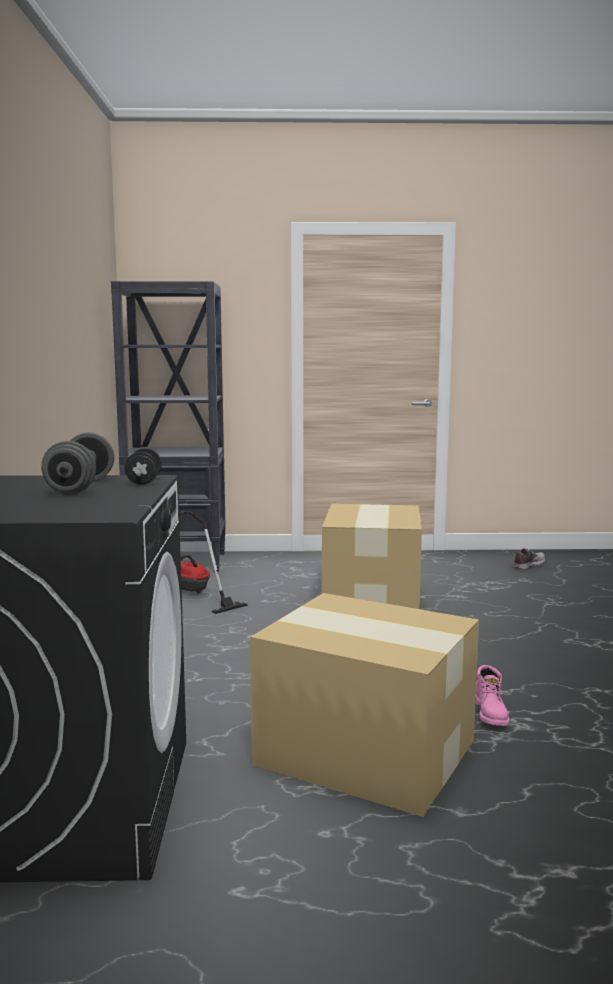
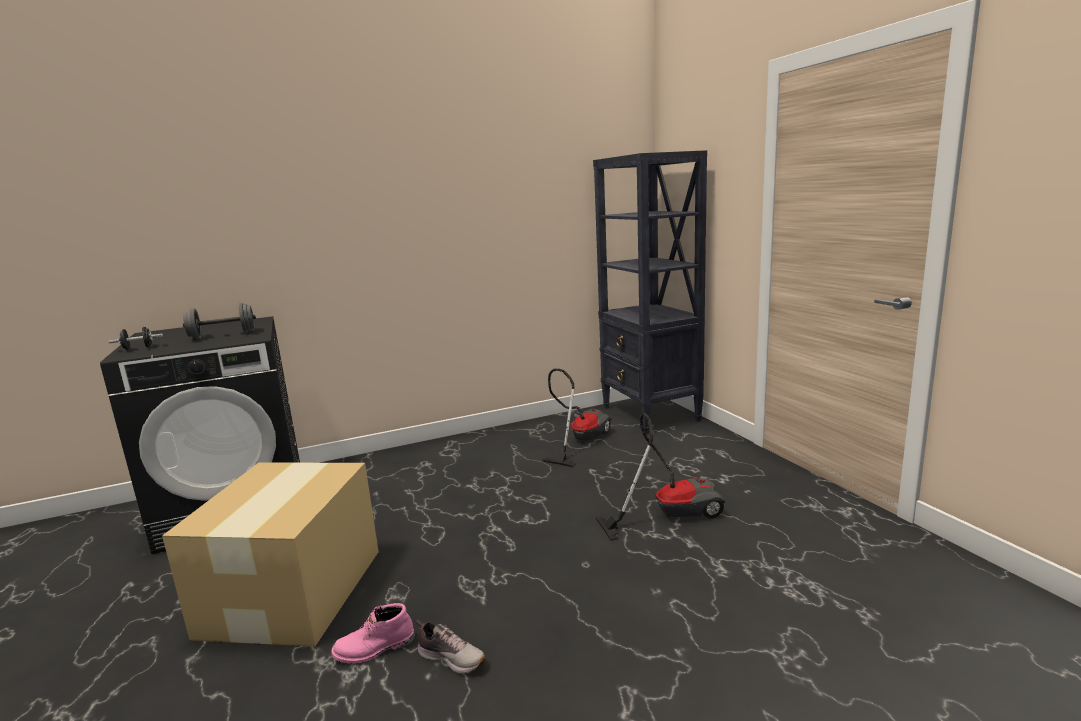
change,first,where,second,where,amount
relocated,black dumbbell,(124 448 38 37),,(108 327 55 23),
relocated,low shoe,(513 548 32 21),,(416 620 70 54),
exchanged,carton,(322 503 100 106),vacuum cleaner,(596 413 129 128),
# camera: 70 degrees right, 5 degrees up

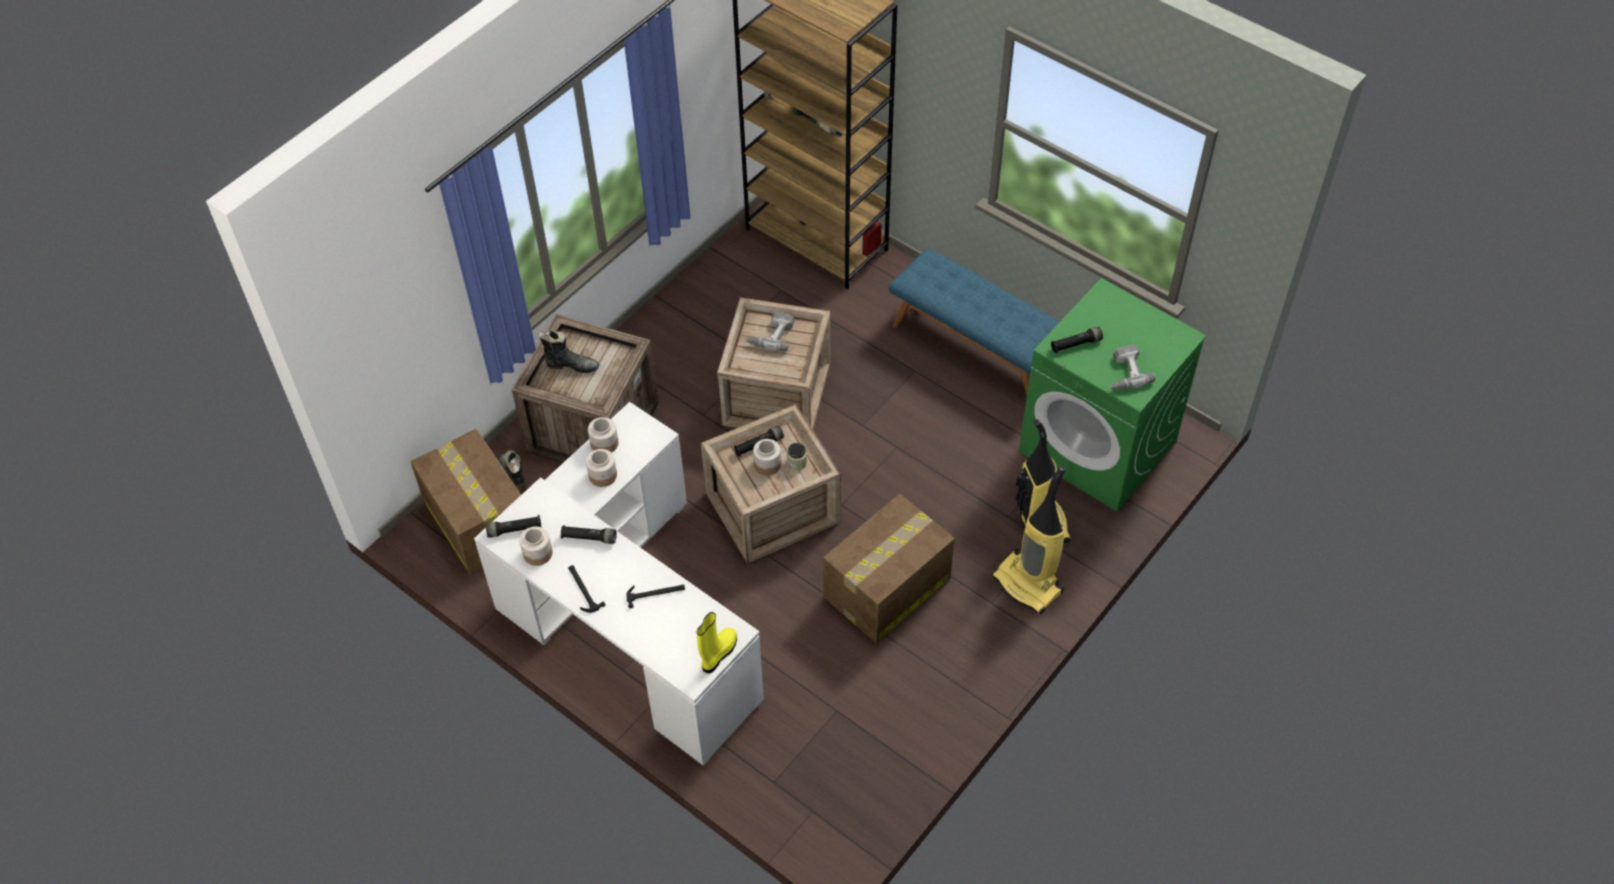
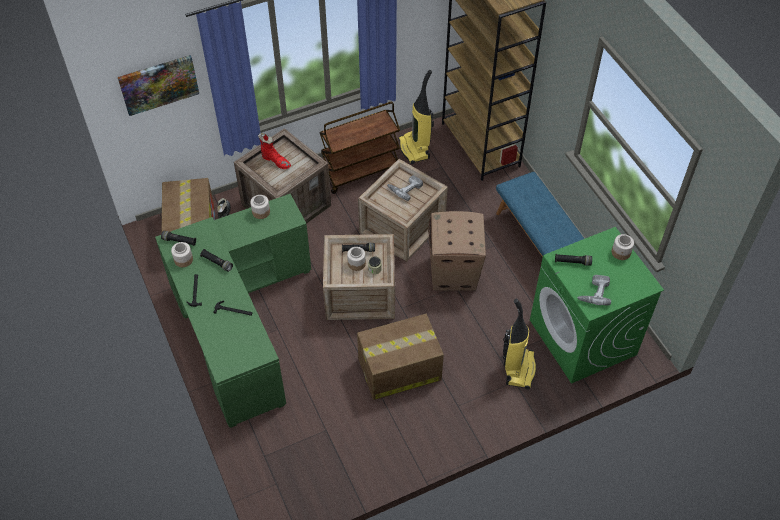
change,first,where,second,where,amount
missing,yellowish tall boot,(697 612 40 62),,,
appeared,,,wall art,(118 55 81 61),
appeared,,,brown-coloured wheeled cart,(319 102 81 92),
appeared,,,carton,(428 211 58 79),
relocated,preserve jar,(586 449 31 38),,(612 234 22 26),
relocated,vacuum cleaner,(992 466 73 148),,(399 70 35 94),
colour,white desk table,(474 402 290 364),green-coloured desk table,(155 194 156 234),
colour,black tall boot,(538 330 61 43),red-coloured tall boot,(258 133 33 36),
# camera: 25 degrees right, 0 degrees up

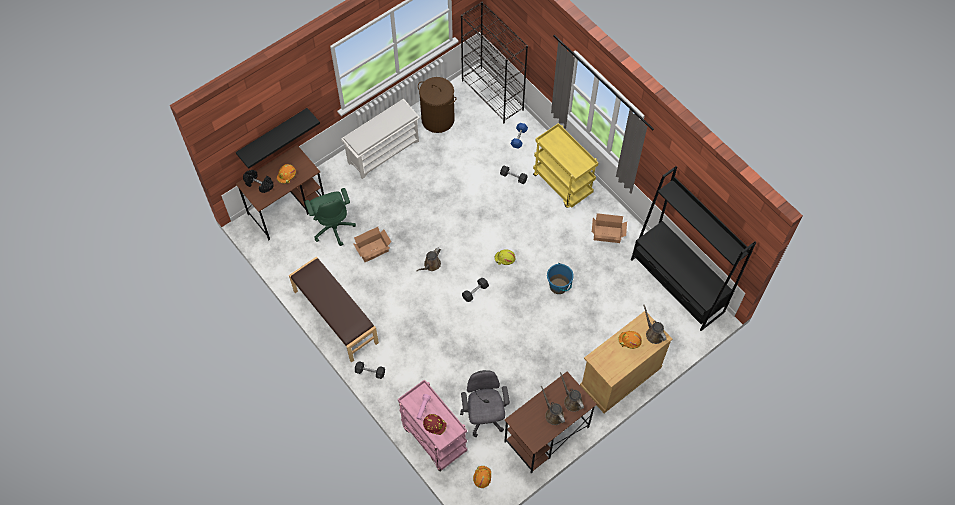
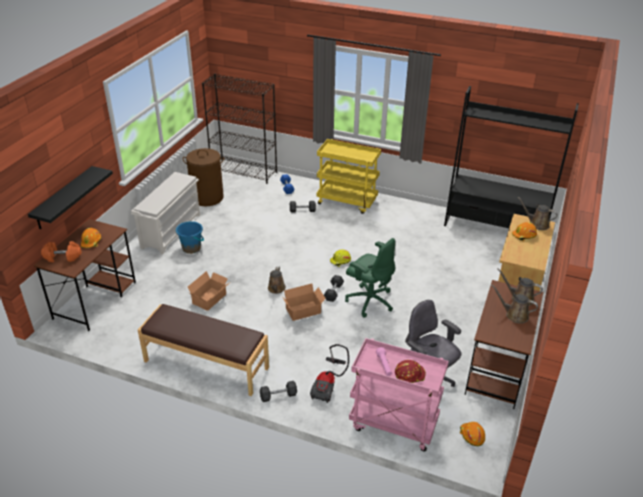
change,first,where,second,where,amount
appeared,,,vacuum cleaner,(310 344 39 59),
relocated,green-coloured computer chair,(305 188 51 58),,(345 238 50 80),
relocated,bluish bucket,(547 263 27 31),,(176 221 28 33),
relocated,carton,(592 213 35 30),,(282 283 44 38),
colour,black dumbbell,(243 170 30 23),orange-coloured dumbbell,(41 241 40 21),
# camera: 30 degrees left, 25 degrees down

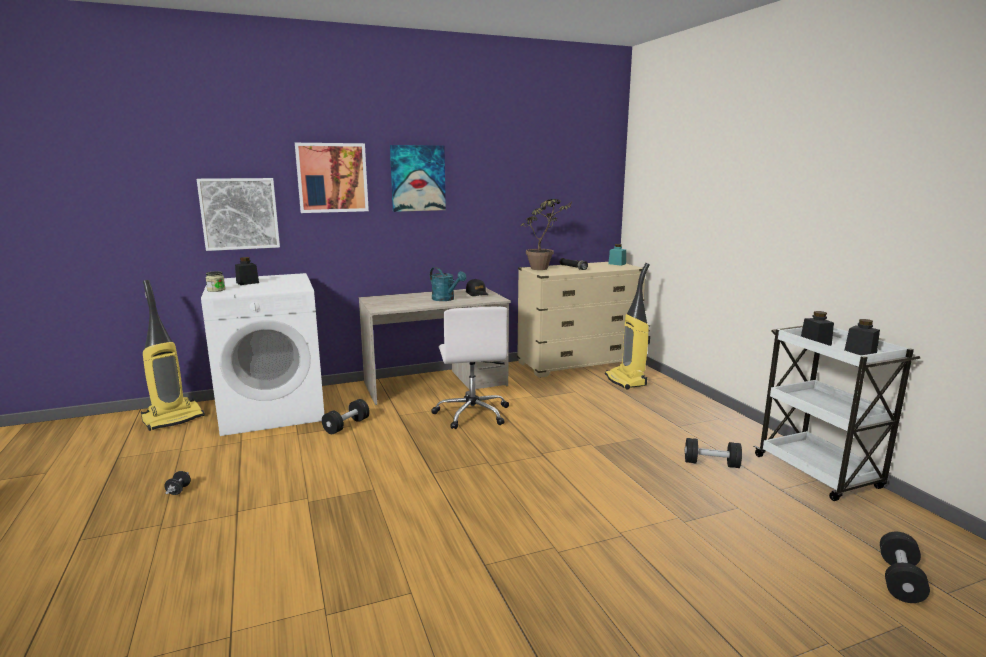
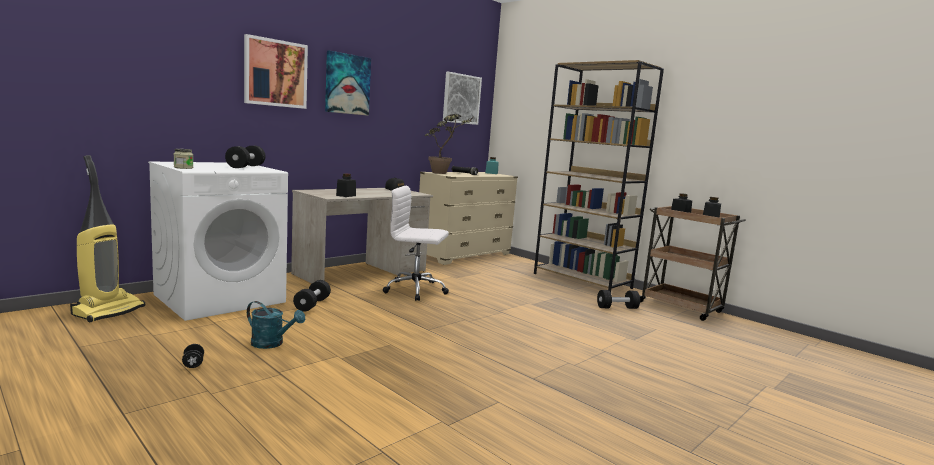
change,first,where,second,where,amount
missing,vacuum cleaner,(605 263 45 127),,,
appeared,,,brown-coloured bookcase,(534 60 130 232),
relocated,wall art,(197 178 83 73),,(443 72 39 53),
relocated,black preserve jar,(235 257 24 28),,(336 174 20 23),
relocated,turquoise sprinkling can,(430 267 36 34),,(247 301 58 48),
relocated,black dumbbell,(880 532 50 71),,(225 146 41 22),
colour,white wheeled cart,(753 326 167 175),brown-coloured wheeled cart,(640 206 106 115),
spun,white computer chair,(431 306 78 123),,(383 186 66 115),135 degrees clockwise
# camera: 25 degrees left, 5 degrees down

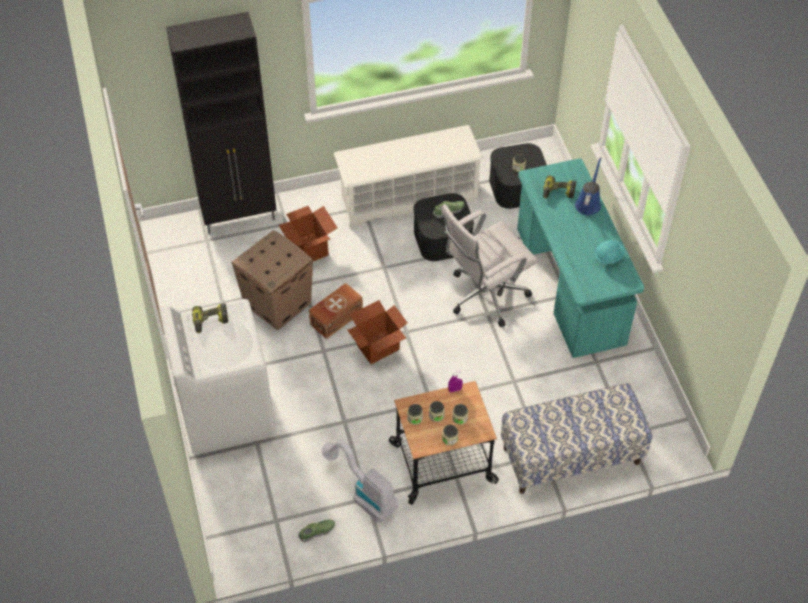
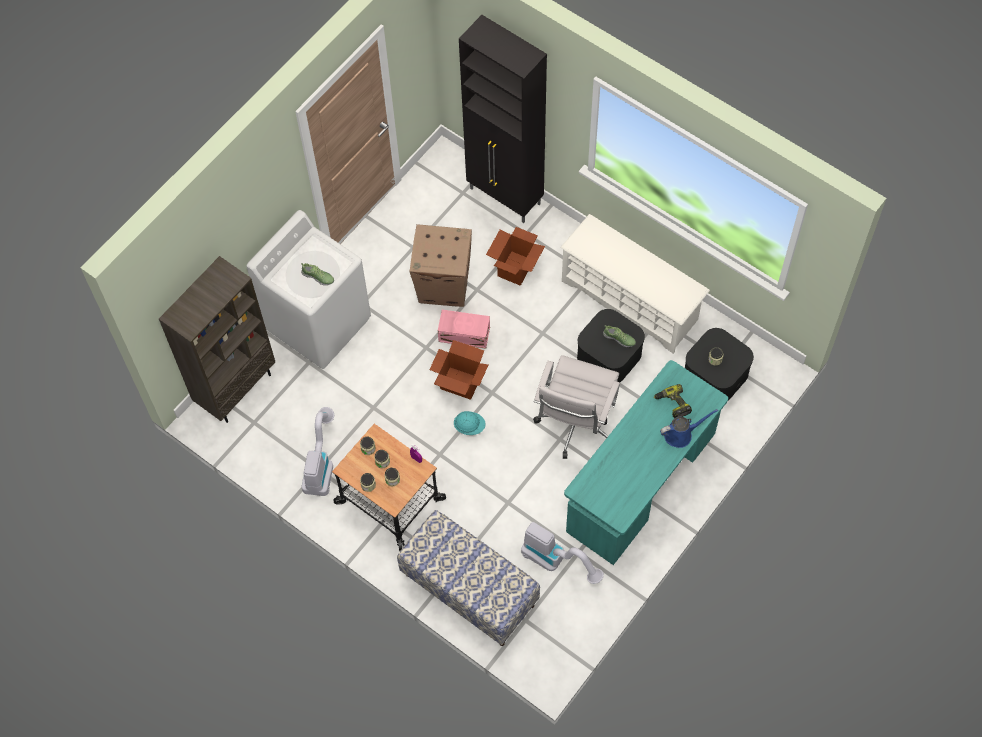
change,first,where,second,where,amount
missing,electric drill,(192 303 36 30),,,
appeared,,,brown-coloured bookcase,(159 256 116 167),
appeared,,,vacuum cleaner,(521 522 83 62),
relocated,low shoe,(298 520 37 22),,(301 263 33 22),
relocated,turquoise hard hat,(595 240 30 24),,(454 411 32 24),
colour,brown-coloured storage box,(309 283 54 56),pink-coloured storage box,(438 310 52 39),
spun,white computer chair,(441 204 97 123),,(533 355 87 104),90 degrees counterclockwise
# camera: 55 degrees right, 10 degrees up

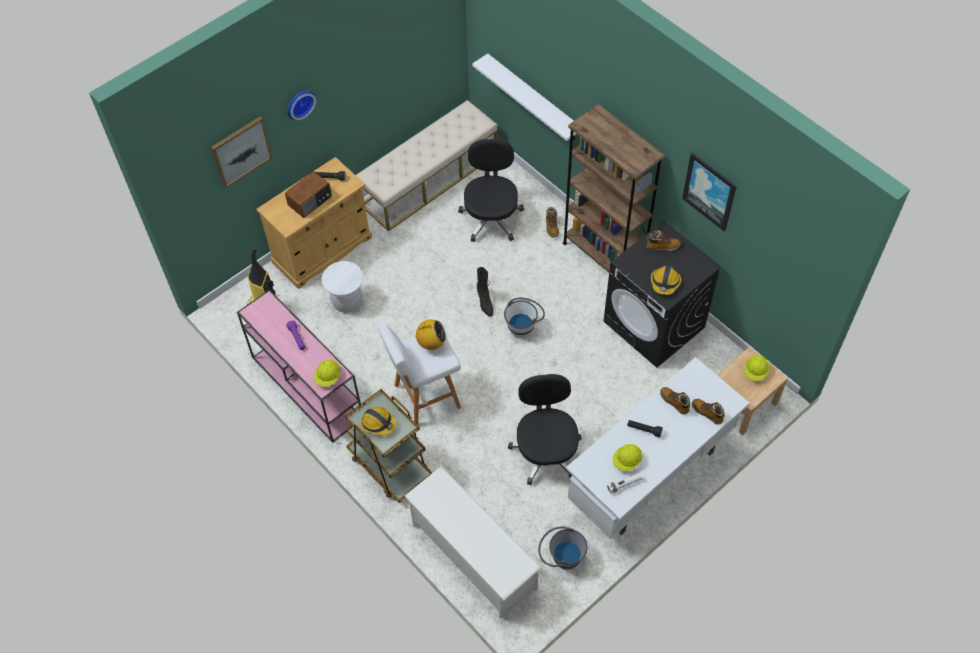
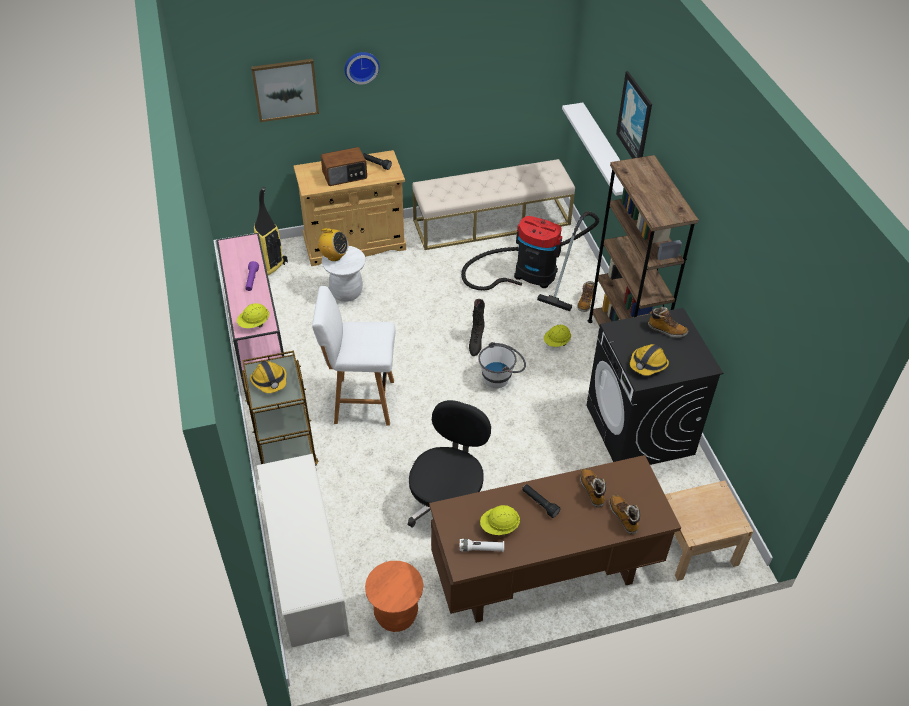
change,first,where,second,where,amount
relocated,radio receiver,(416 320 30 30),,(314 228 35 33),
relocated,wall art,(682 153 55 79),,(616 71 36 88),
relocated,yellowish hard hat,(744 355 25 26),,(544 325 27 22),
exchanged,black computer chair,(458 139 66 103),vacuum cleaner,(461 211 138 100),
exchanged,gray bucket,(538 526 50 44),orange-coloured stool seat,(365 561 58 71),
colour,white desk table,(566 357 183 182),brown-coloured desk table,(429 455 252 168),
# camera: 25 degrees right, 10 degrees down

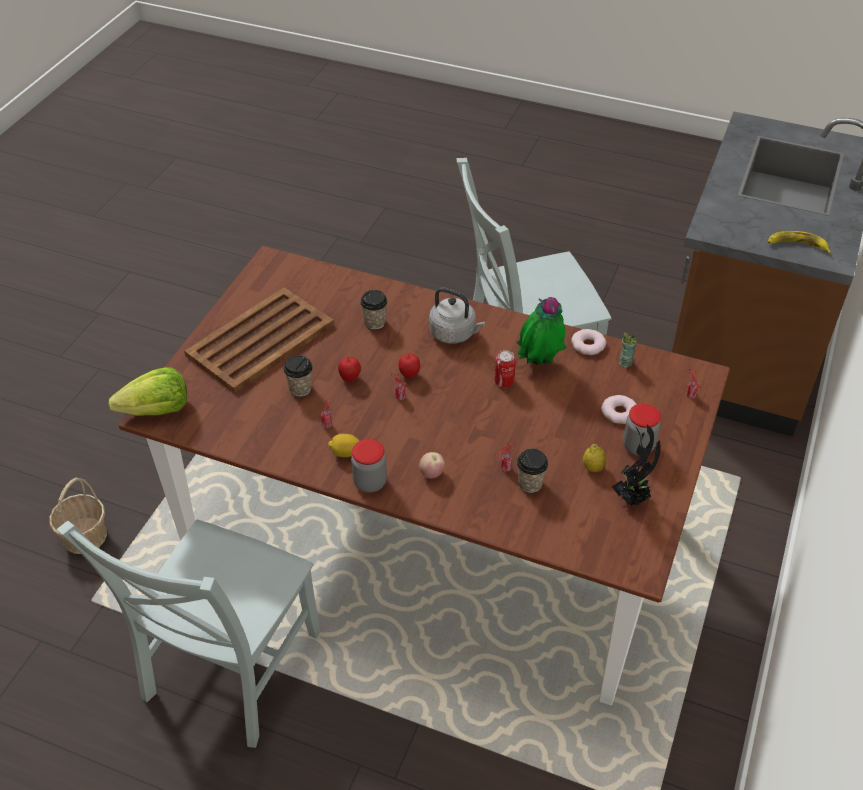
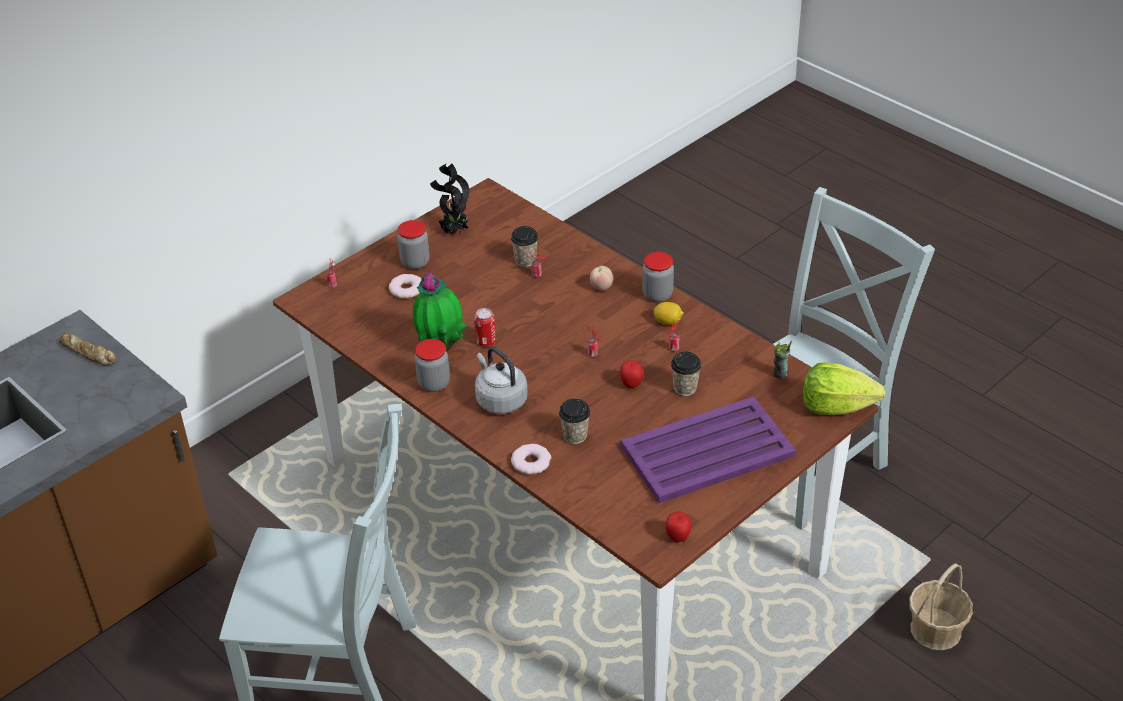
change,first,where,second,where,amount
missing,lemon,(583 444 23 28),,,
appeared,,,preserve jar,(415 339 35 53),
relocated,whole apple,(399 353 21 26),,(665 511 27 31),
relocated,ring doughnut,(571 329 35 26),,(511 444 40 31),
relocated,drinking cup,(619 332 18 36),,(773 340 19 39),
exchanged,banana,(768 231 63 23),baked bread,(58 332 58 34),
colour,brown-coloured carrying tray,(184 287 150 106),purplish carrying tray,(621 396 175 107),
# camera: 155 degrees left, 5 degrees down

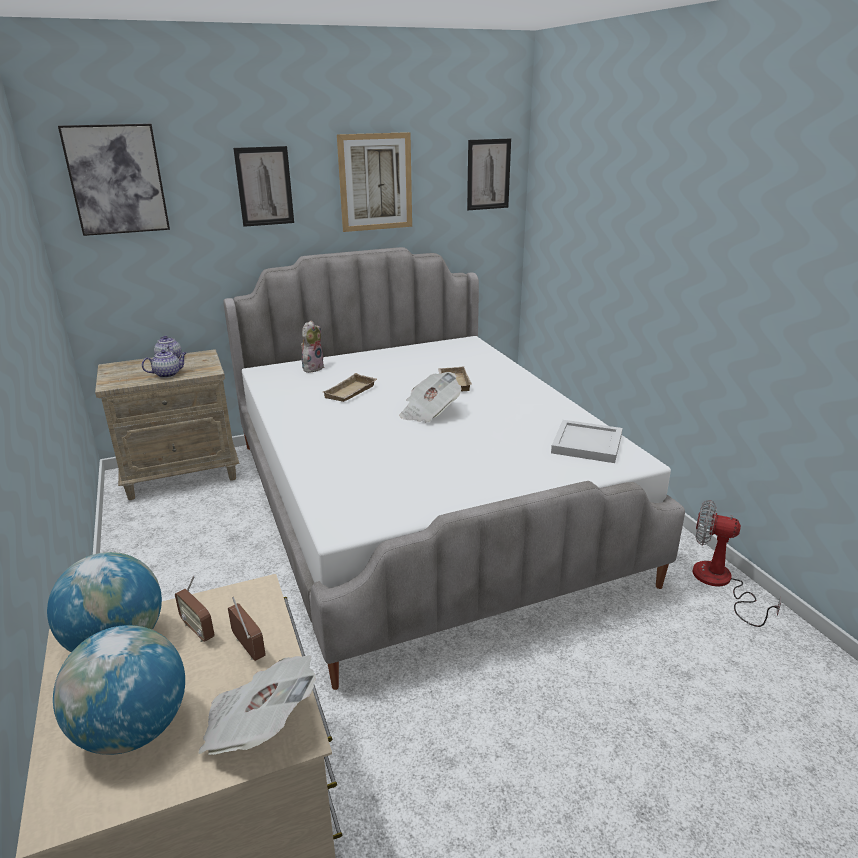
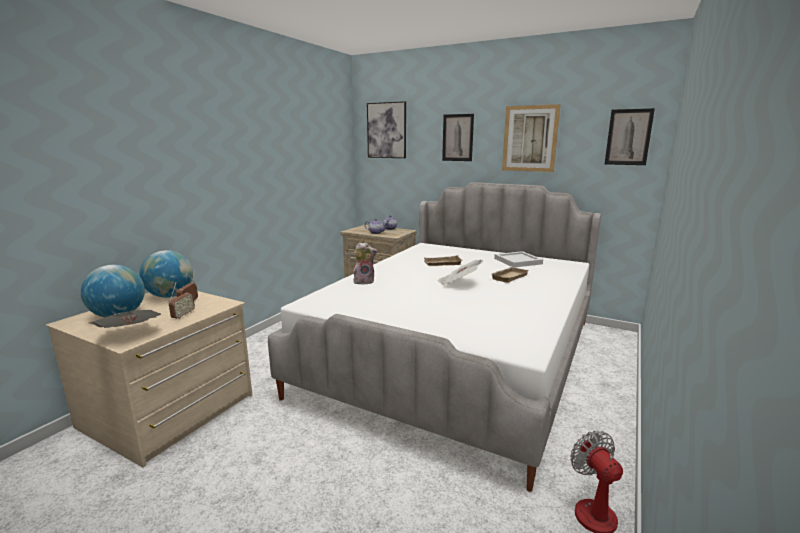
change,first,where,second,where,amount
relocated,plush toy,(301 321 23 52),,(353 242 24 43),
relocated,white carrying tray,(551 420 72 43),,(494 251 49 16),
# camera: 50 degrees right, 10 degrees down

